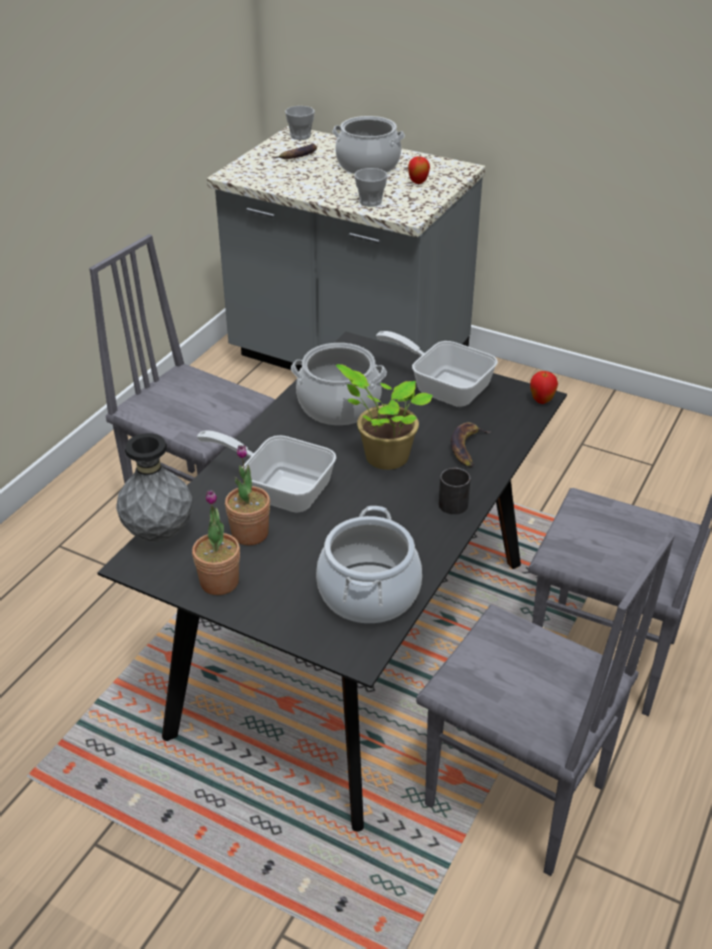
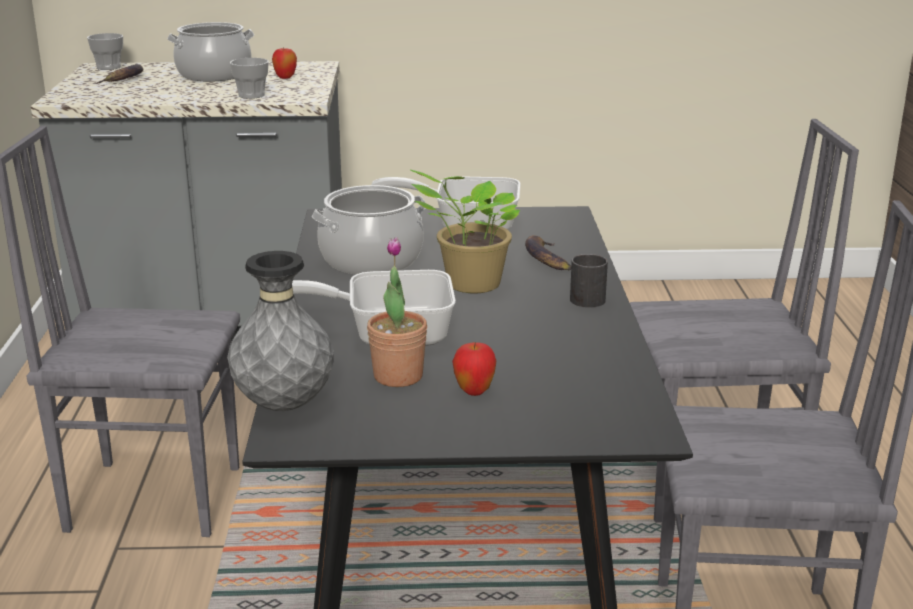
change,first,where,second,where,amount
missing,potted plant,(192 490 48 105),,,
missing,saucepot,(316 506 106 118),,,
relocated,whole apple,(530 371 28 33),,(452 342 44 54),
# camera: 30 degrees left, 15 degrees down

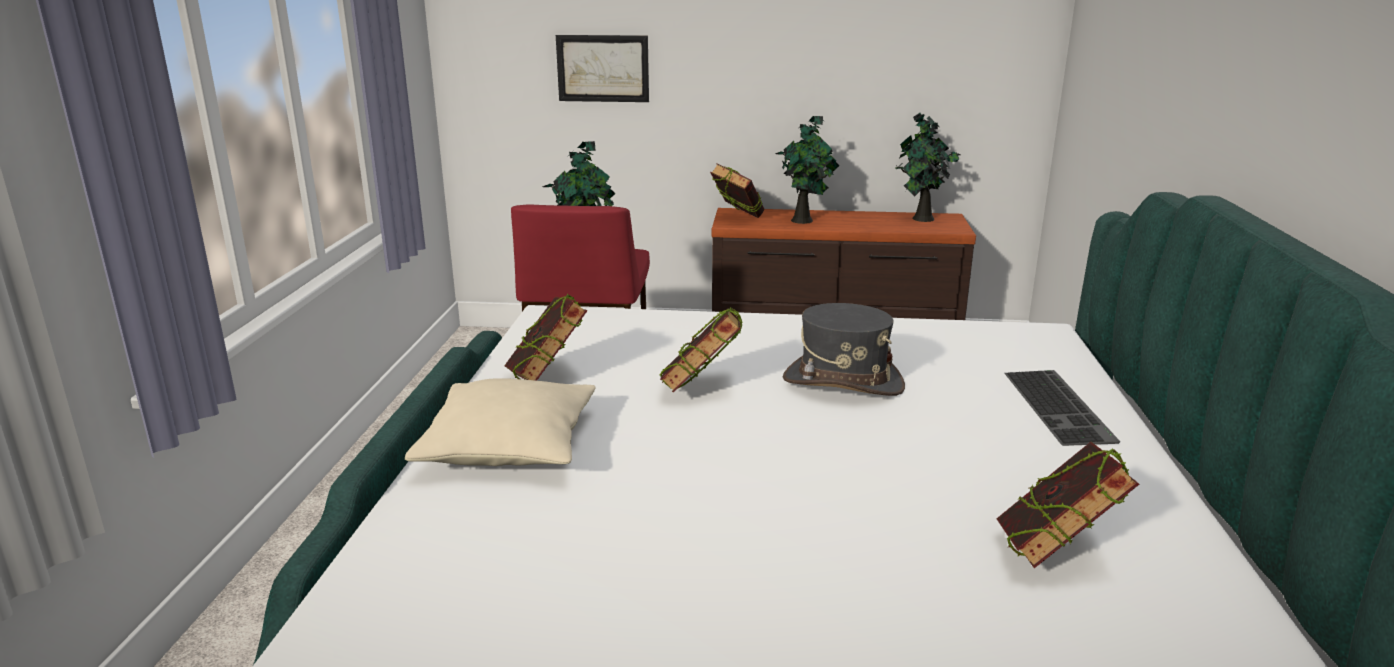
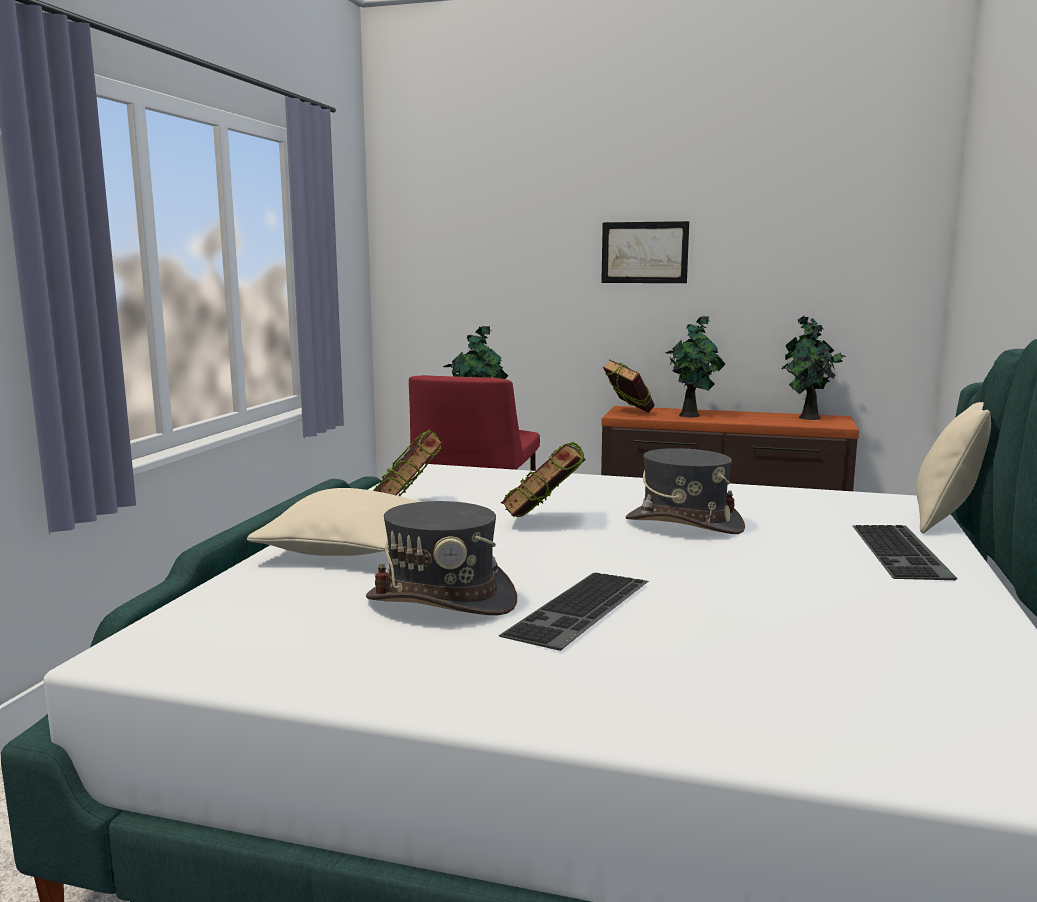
change,first,where,second,where,amount
missing,book,(997 442 142 126),,,
appeared,,,gray hat,(366 501 151 114),
appeared,,,keyboard,(499 572 150 79),
appeared,,,beige cushion,(916 402 75 132),
relocated,wall art,(556 35 93 67),,(601 221 88 62),
# camera: 10 degrees right, 10 degrees down

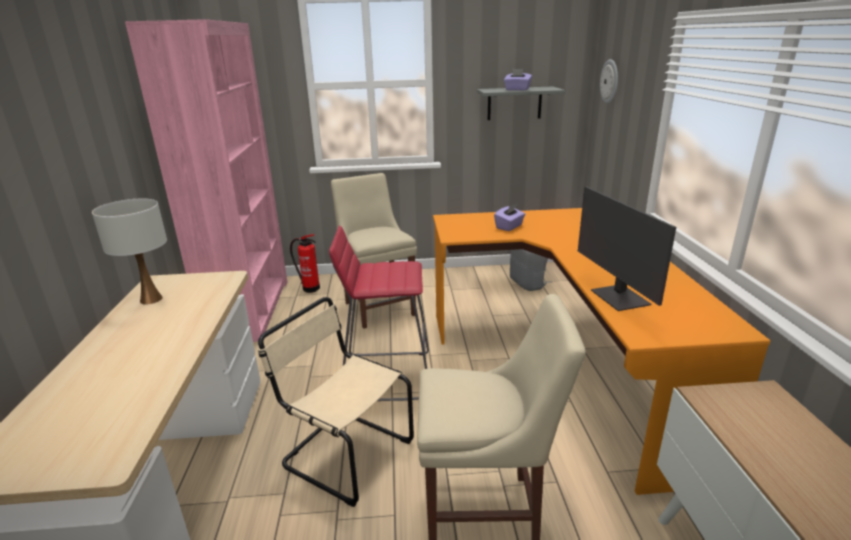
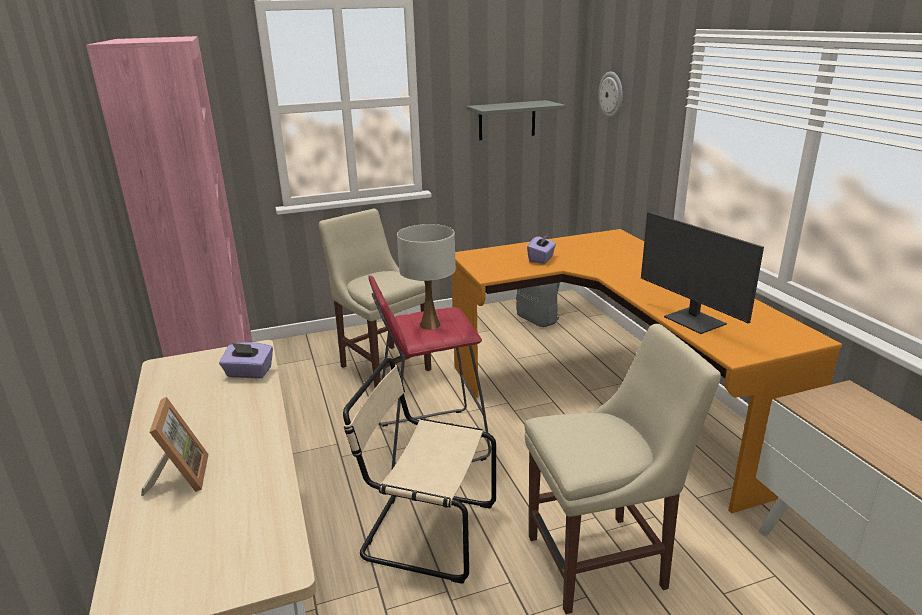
change,first,where,second,where,amount
missing,fire-fighting cylinder,(290 234 30 59),,,
appeared,,,photo frame,(141 397 68 99),
relocated,white table lamp,(92 198 75 107),,(397 224 59 106),
relocated,purplish tissue holder,(504 69 28 21),,(219 342 54 36),
# camera: 15 degrees left, 0 degrees up

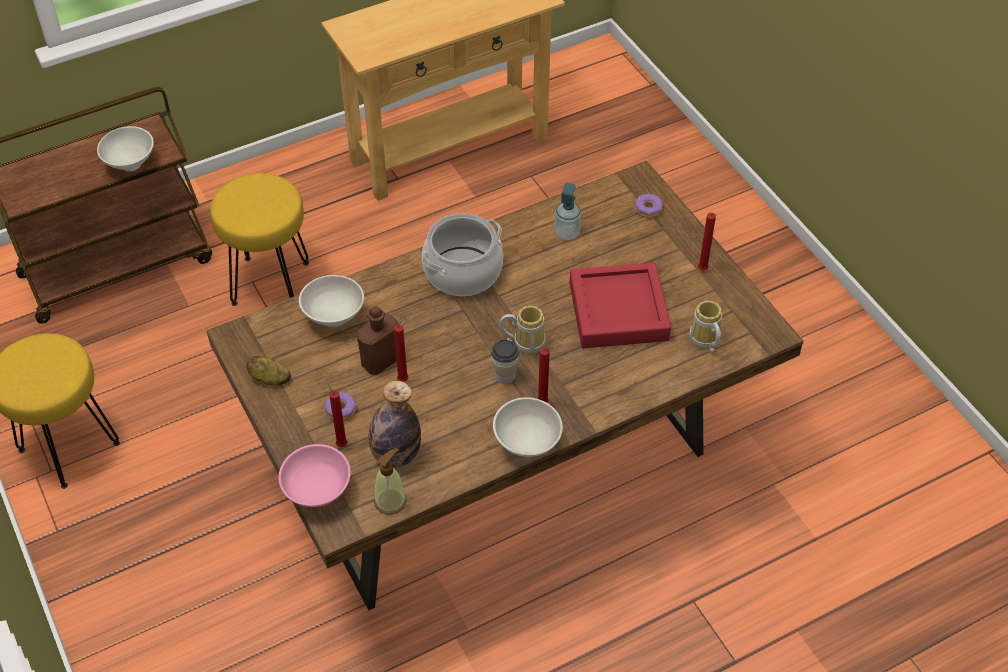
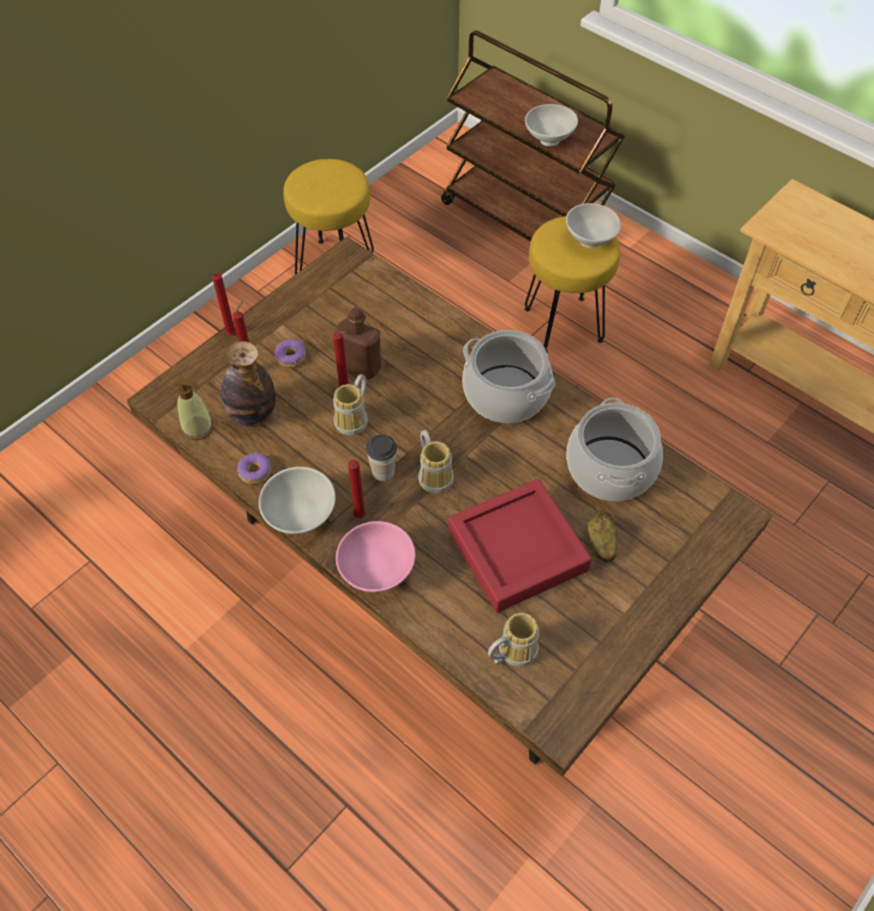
change,first,where,second,where,amount
appeared,,,mug,(333 374 35 62),
relocated,potato,(246 356 45 30),,(588 511 29 51),
relocated,pink-coloured serving bowl,(279 444 72 63),,(336 521 79 71),
relocated,white serving bowl,(299 275 65 52),,(566 203 55 45),
relocated,ring doughnut,(635 194 28 24),,(237 452 34 32),
relocated,red-coloured wax light,(698 213 18 57),,(207 273 29 62),
exchanged,soap bottle,(554 183 27 57),saucepot,(566 398 97 103),
# camera: 70 degrees right, 5 degrees up

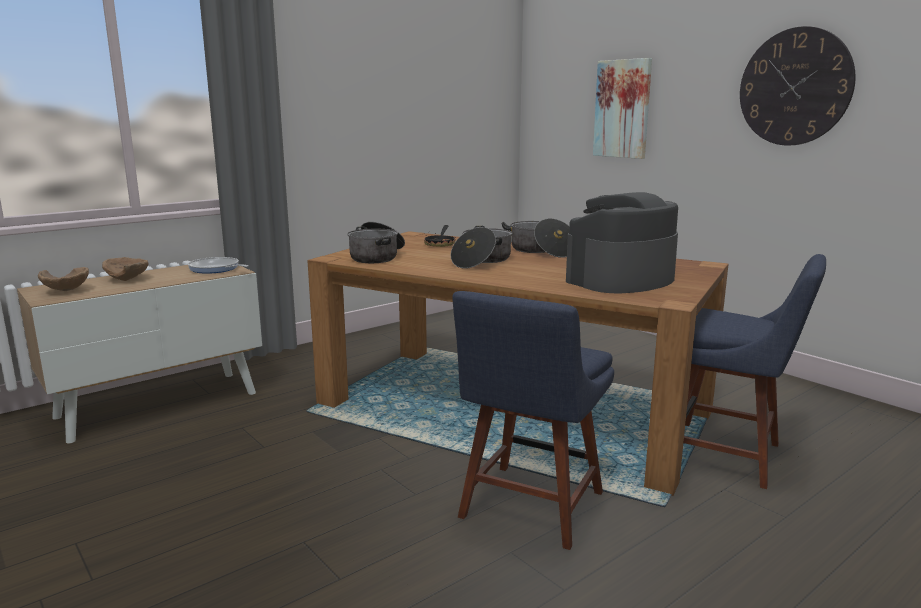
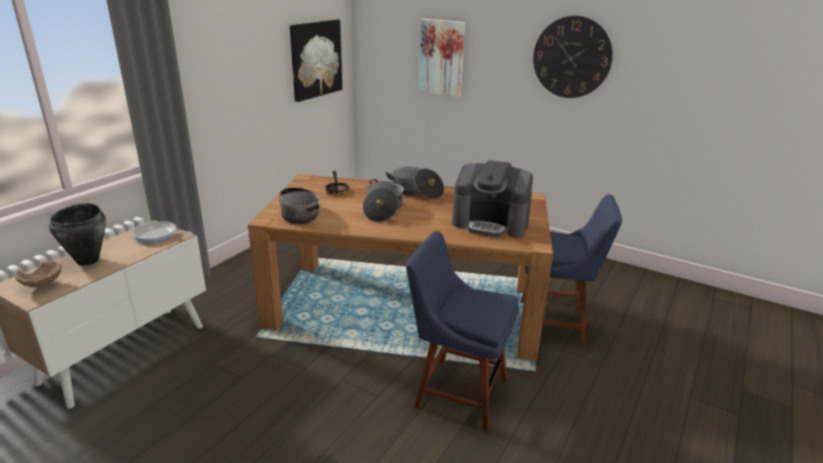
change,first,where,second,where,amount
appeared,,,wall art,(290 19 52 83),
exchanged,brown-coloured serving bowl,(102 257 46 24),black saucepot,(49 203 57 63),
spun,bluish chair,(452 291 162 259),,(406 231 113 199),105 degrees clockwise
spun,coffee brewer,(566 192 112 102),,(452 160 81 77),105 degrees counterclockwise
# camera: 20 degrees left, 10 degrees up

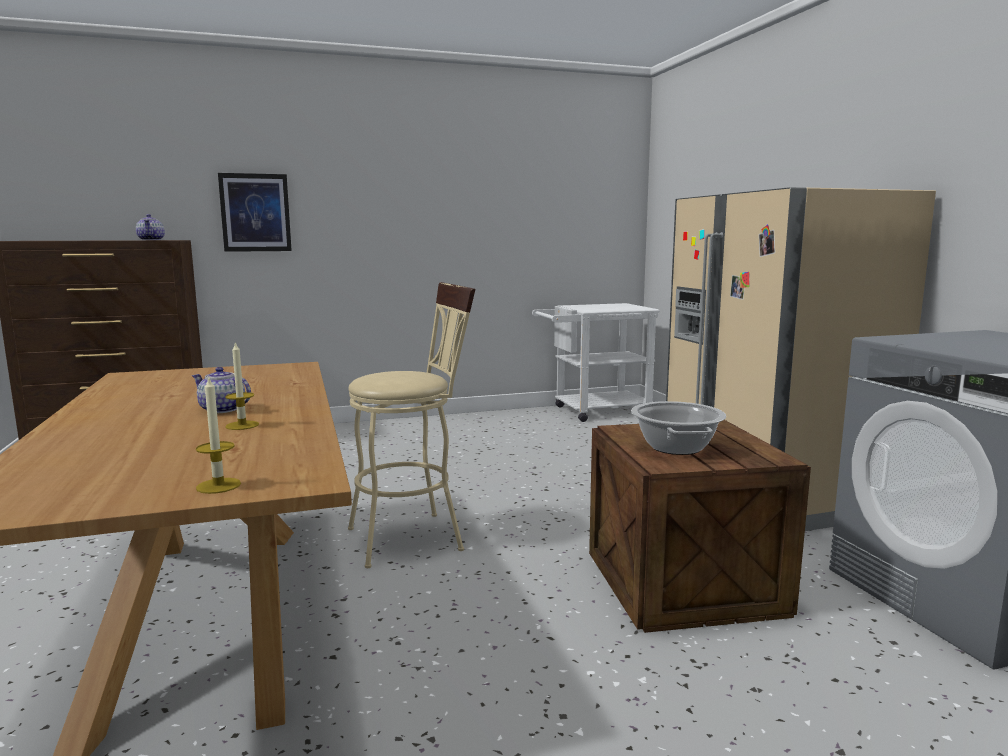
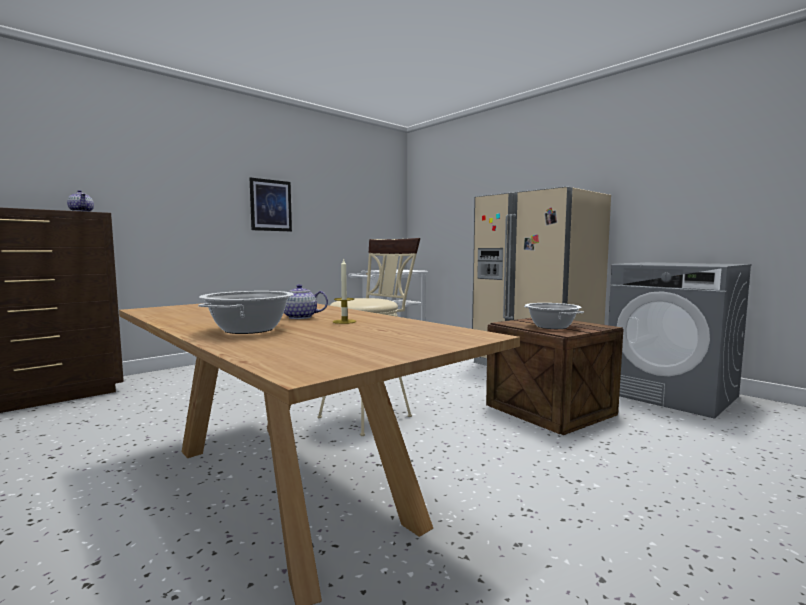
change,first,where,second,where,amount
missing,wax light,(196 376 45 118),,,
appeared,,,saucepot,(198 291 96 43),
relocated,wall art,(218 173 74 79),,(250 177 42 54),
# camera: 25 degrees left, 5 degrees down

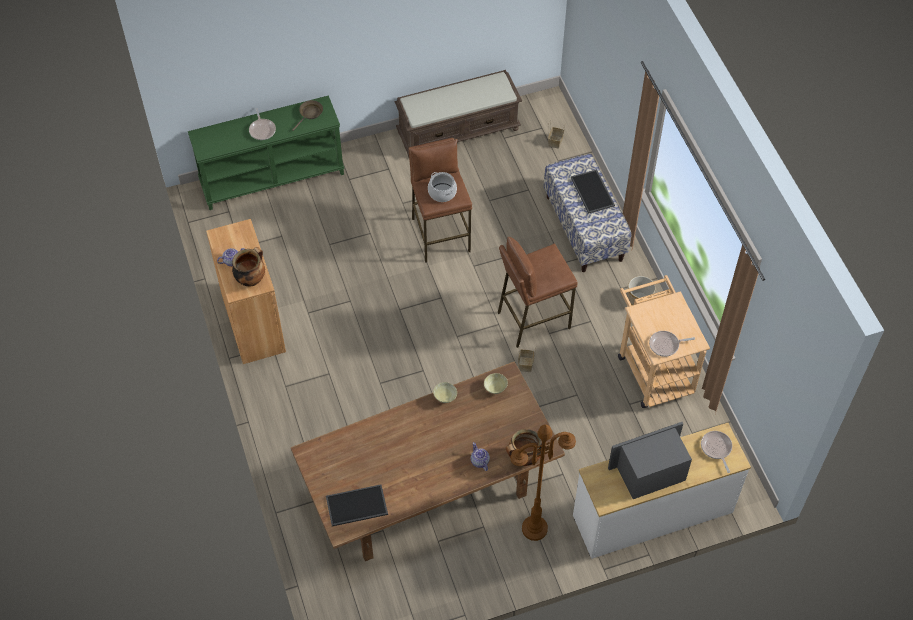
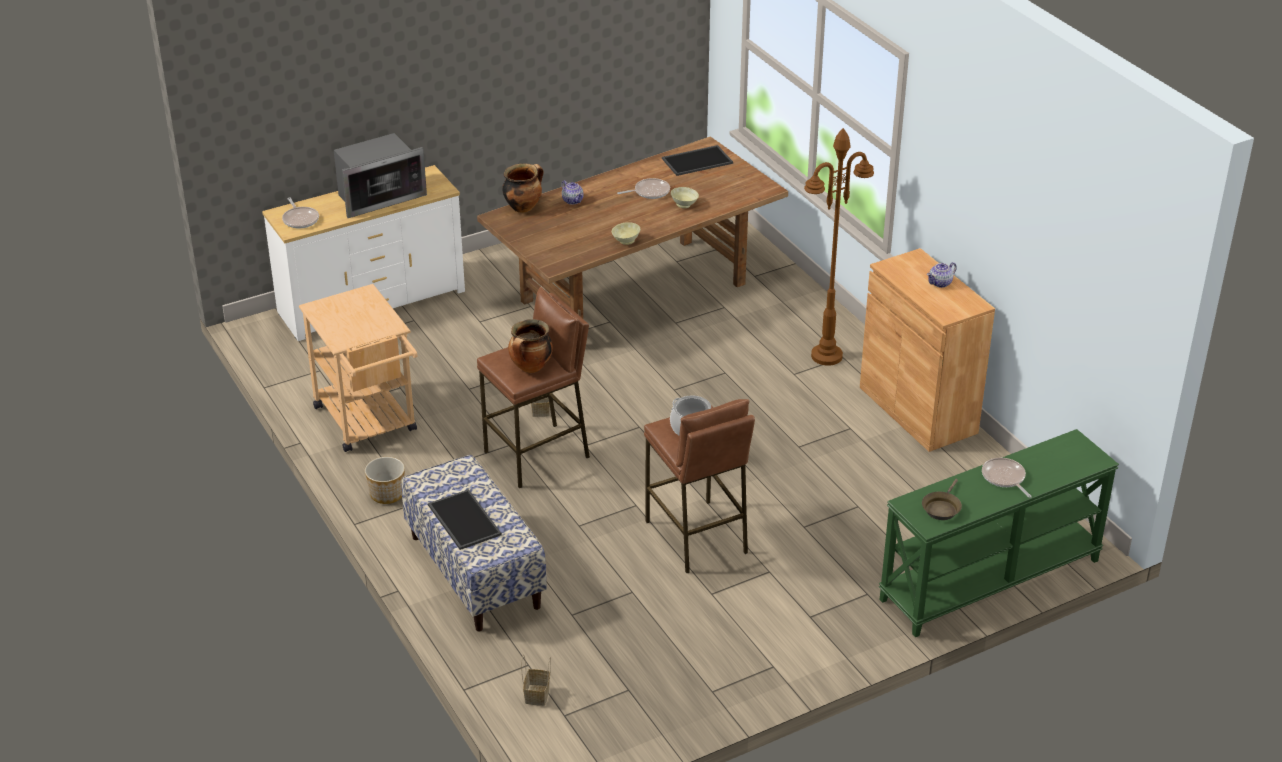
change,first,where,second,where,amount
missing,brown-coloured long seat,(394 70 128 87),,,
relocated,saucepot,(232 247 33 39),,(508 319 45 54),
relocated,beige serving bowl,(484 373 24 21),,(671 187 28 21),
relocated,brown-coloured floor lamp,(510 424 66 117),,(804 128 70 238),
relocated,pan,(649 331 46 26),,(617 178 53 21),
# camera: 170 degrees right, 20 degrees down

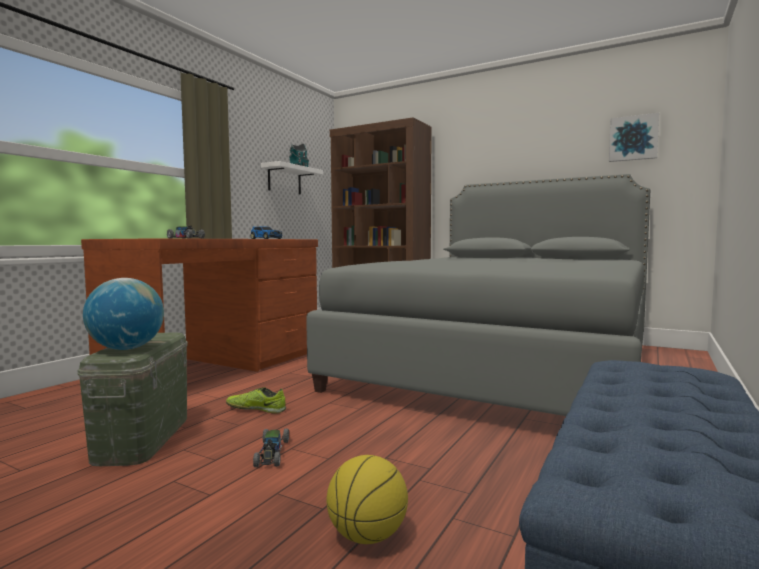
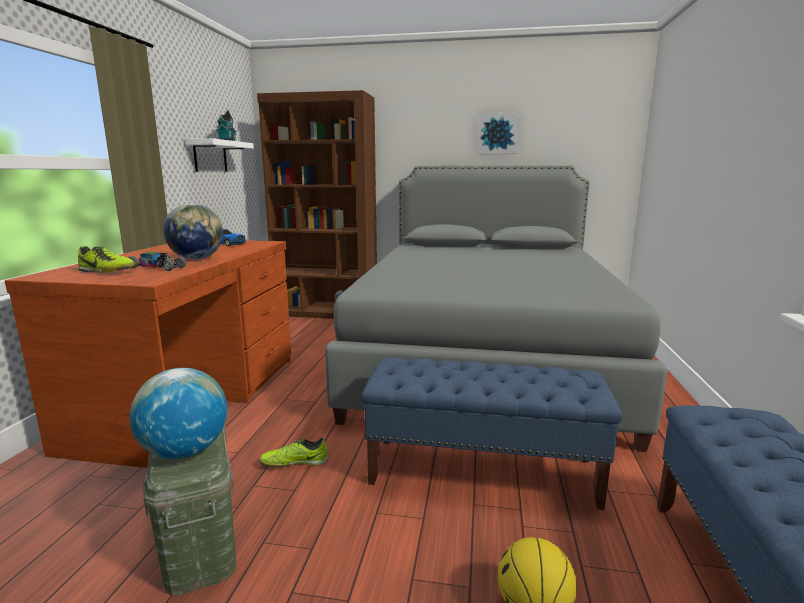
change,first,where,second,where,amount
missing,toy car,(253 429 36 38),,,
appeared,,,low shoe,(78 246 58 26),
appeared,,,world globe,(163 203 60 57),
appeared,,,bluish long seat,(362 357 260 153),
relocated,wall art,(609 113 50 49),,(478 112 41 42),
# camera: 20 degrees left, 10 degrees up

